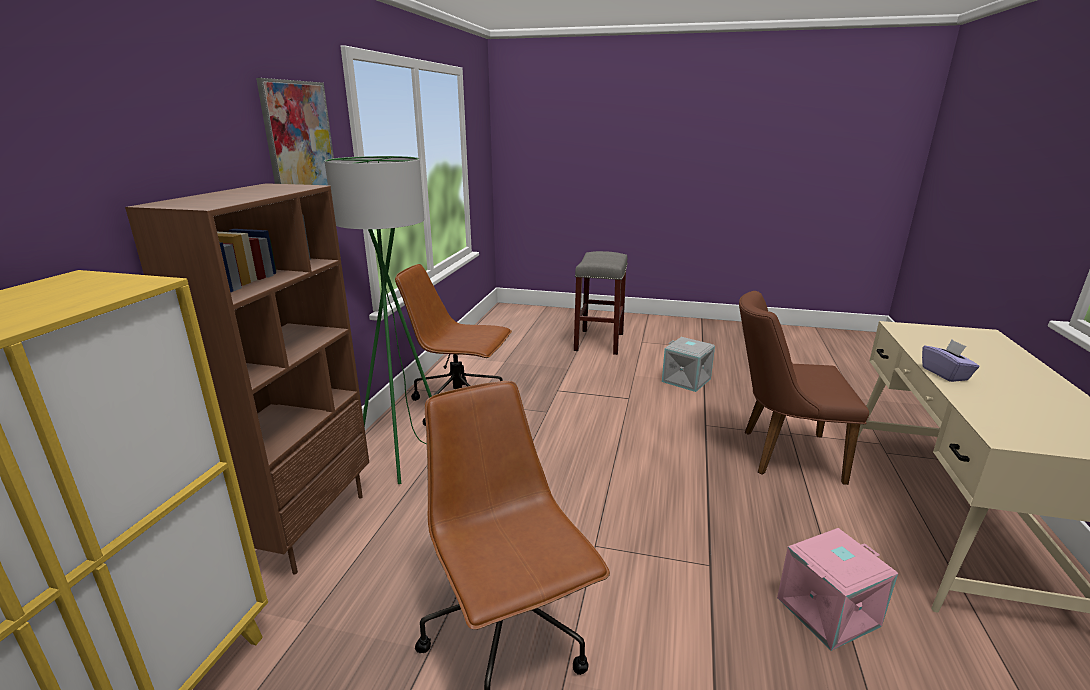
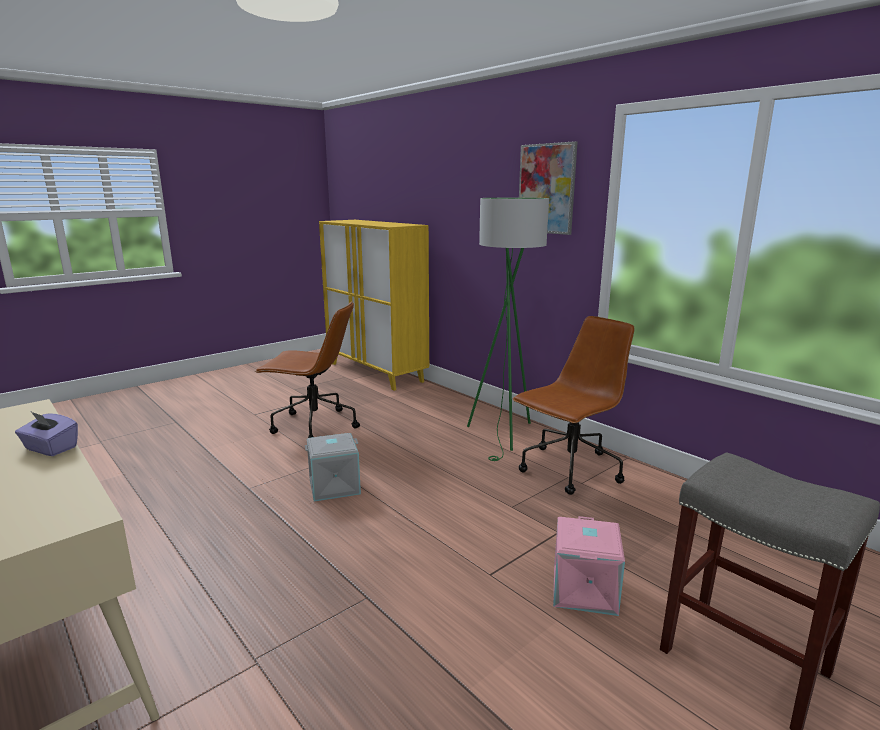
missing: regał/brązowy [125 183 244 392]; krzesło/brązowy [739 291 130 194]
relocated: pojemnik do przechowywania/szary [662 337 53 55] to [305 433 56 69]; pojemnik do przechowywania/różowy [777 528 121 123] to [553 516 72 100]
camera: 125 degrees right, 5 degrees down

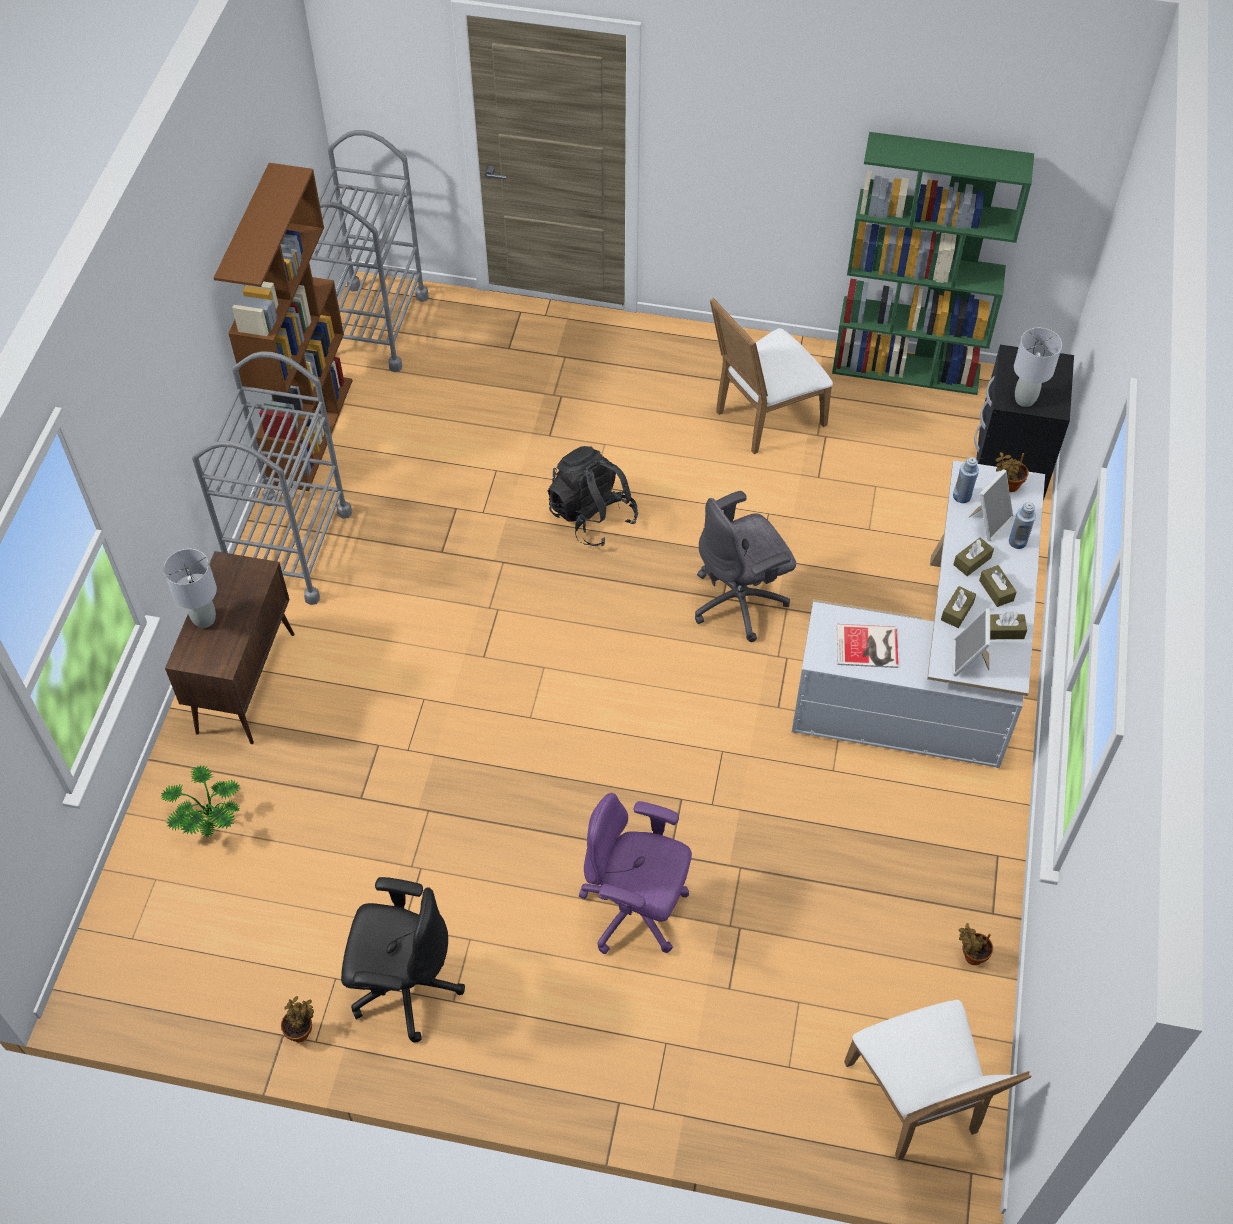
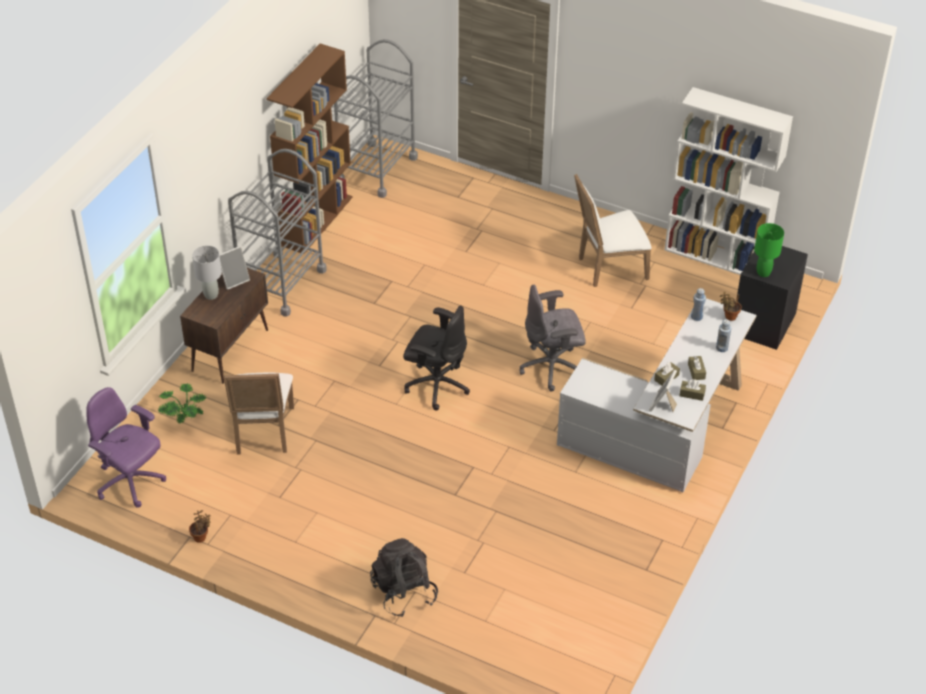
missing: książka [837 624 61 44]; pudełko chusteczek/brązowy [953 538 41 38]; roślina doniczkowa [959 923 34 42]
relocated: krzesło biurowe/czarny [341 877 124 165] to [403 305 67 106]; plecak/czarny [548 446 90 100] to [370 538 68 79]; krzesło biurowe/fioletowy [579 793 113 161] to [86 387 80 121]; krzesło/biały [844 1000 188 160] to [224 373 70 82]; ramka na zdjęcie [968 469 45 72] to [219 246 31 44]
colour: regał/zielony [832 132 202 263] to regał/biały [665 87 128 188]; lampa stołowa/szary [1014 328 48 79] to lampa stołowa/zielony [754 223 30 54]
camera: 15 degrees right, 10 degrees down

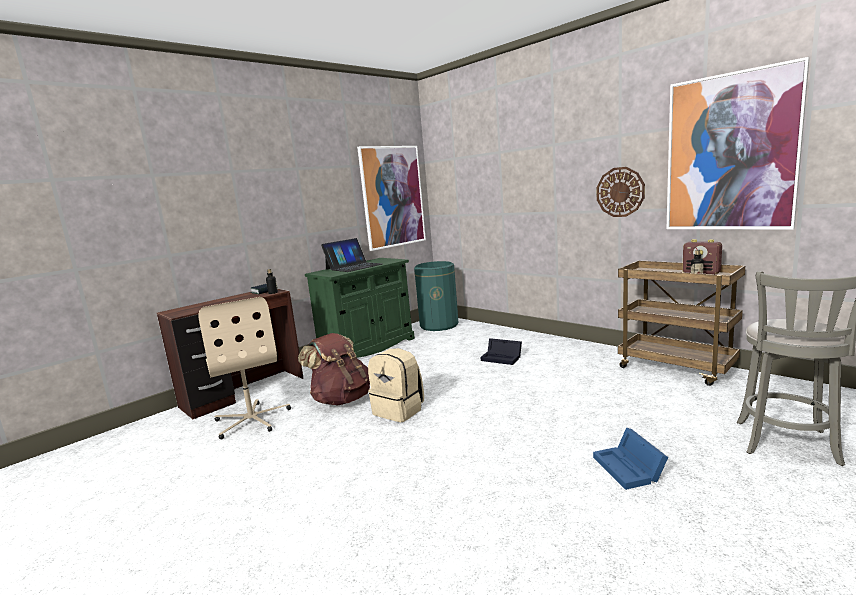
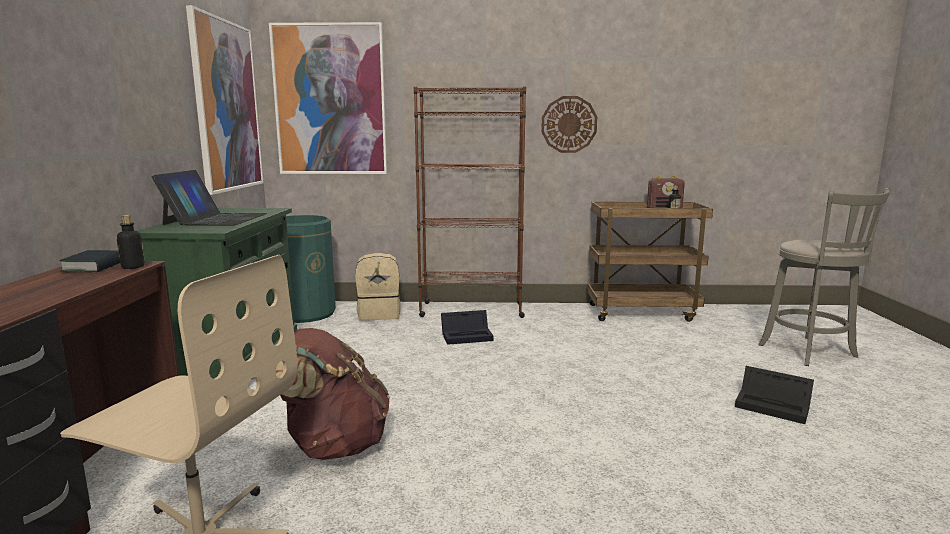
appeared: regał/brązowy [414 87 112 231]
relocated: plecak/beżowy [368 348 56 74] to [356 253 45 68]; obraz [667 57 143 172] to [269 22 118 152]
colour: pojemnik do przechowywania/niebieski [593 428 75 62] to pojemnik do przechowywania/czarny [735 366 79 58]
camera: 45 degrees left, 0 degrees up

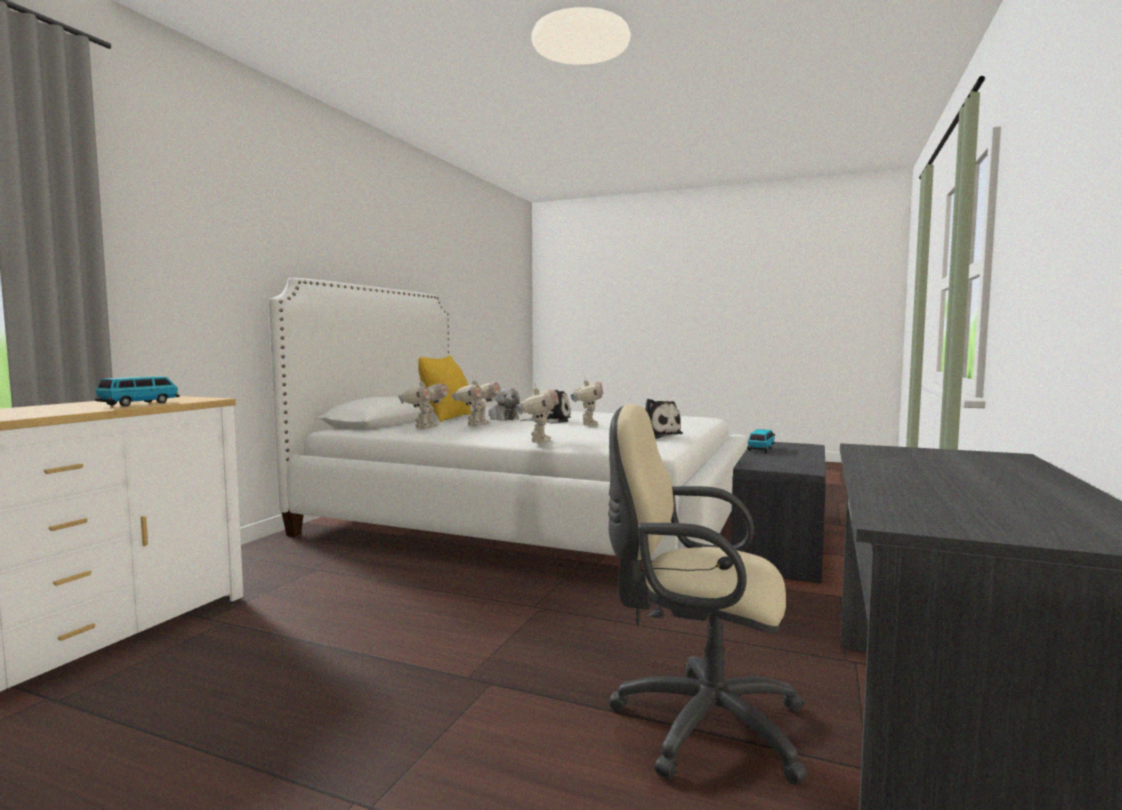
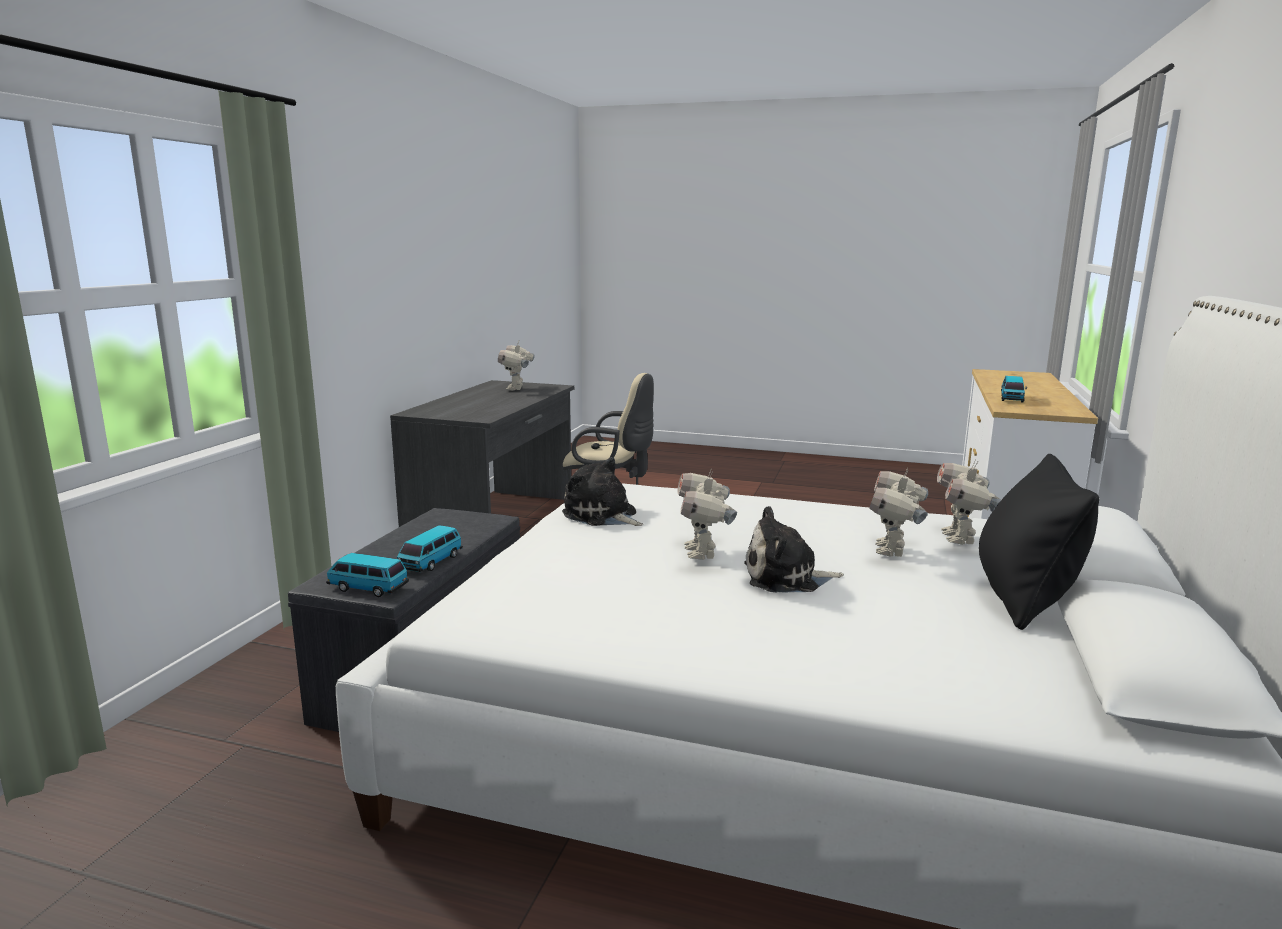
missing: pluszak [489 388 31 33]
appeared: samochodzik [326 553 83 44]
relocated: robot zabawkowy [515 382 44 61] to [498 341 37 49]
colour: poduszka/żółty [418 356 53 66] to poduszka/czarny [979 454 120 176]
camera: 175 degrees right, 10 degrees up

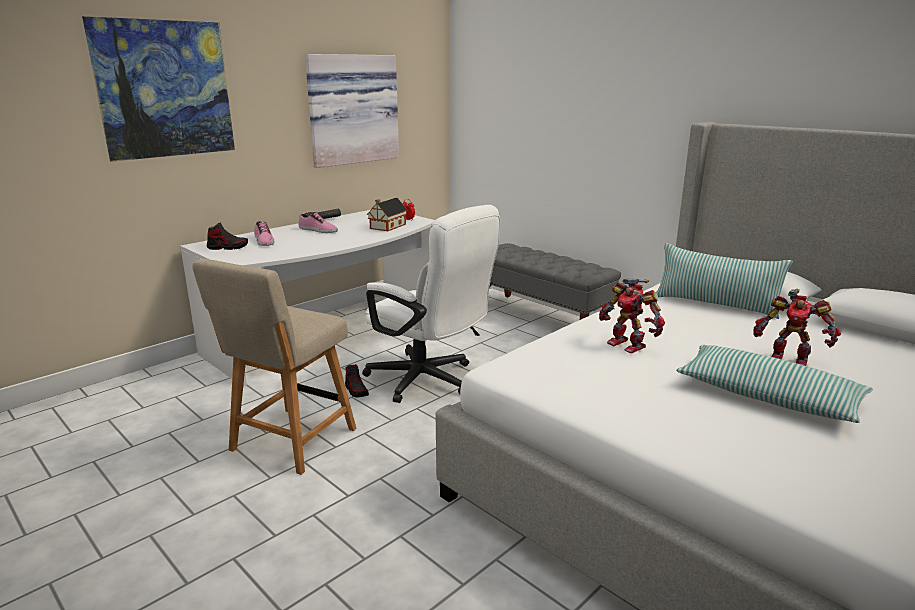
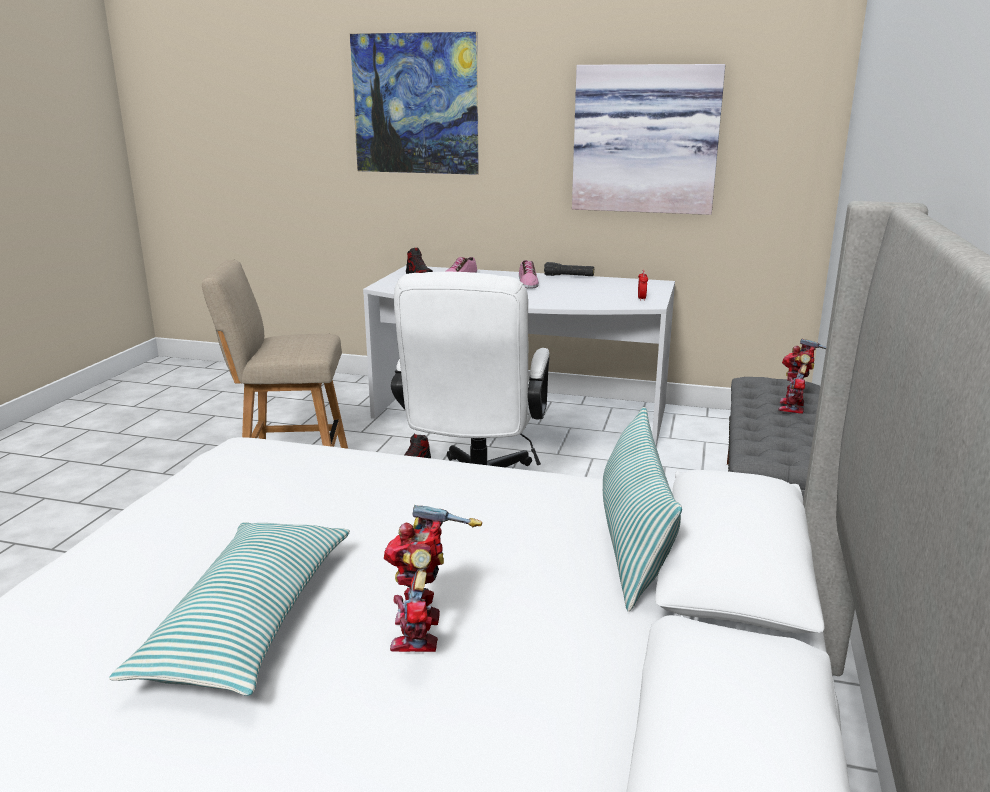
missing: domek [367 198 41 33]
relocated: robot zabawkowy [599 278 66 75] to [778 338 48 76]
camera: 60 degrees right, 0 degrees up

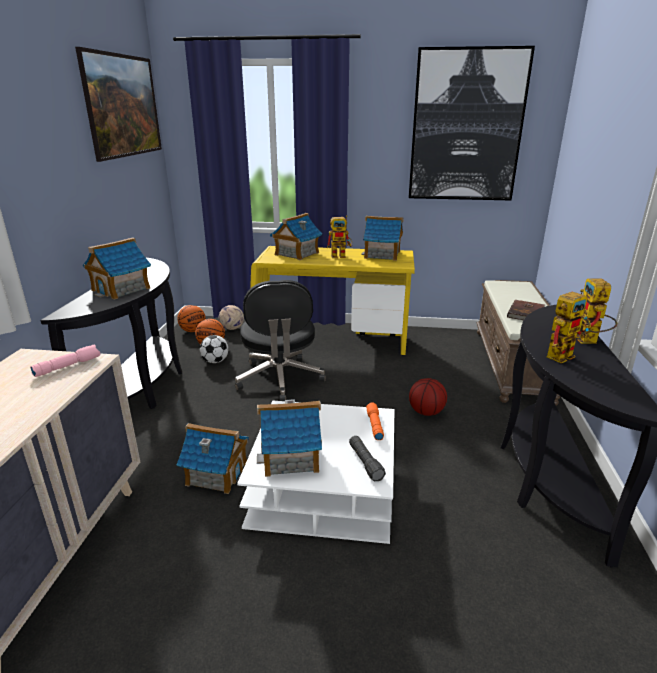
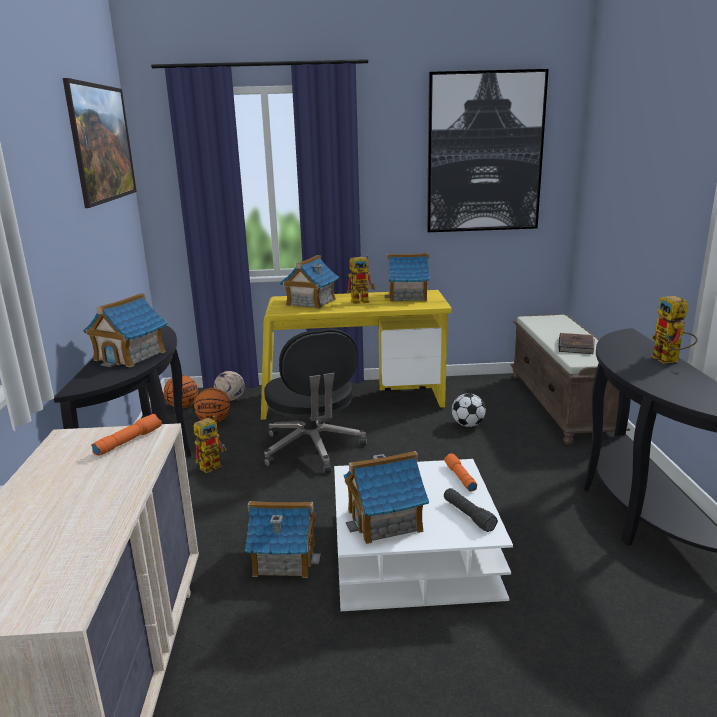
missing: piłka do koszykówki [409 378 38 38]
relocated: piłka futbolowa [200 335 29 28] to [452 393 34 34]; robot zabawkowy [547 289 42 74] to [194 415 33 58]
colour: latarka/różowy [30 345 70 32] to latarka/pomarańczowy [91 414 71 42]
camera: 10 degrees left, 5 degrees down

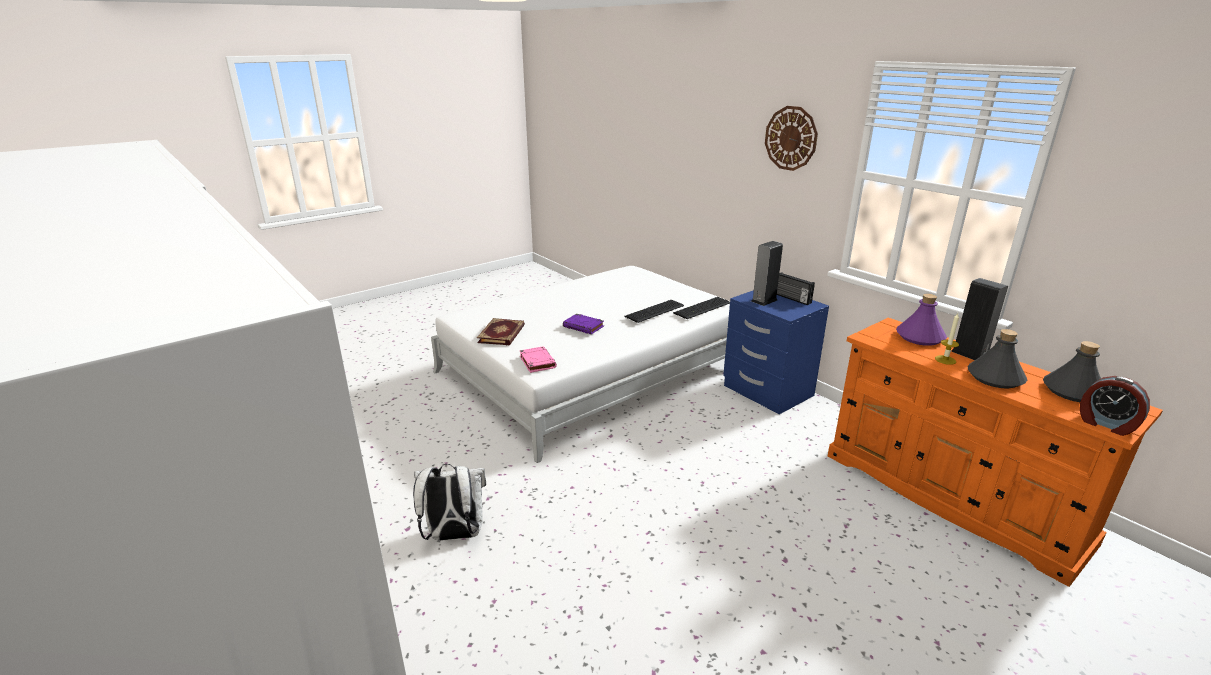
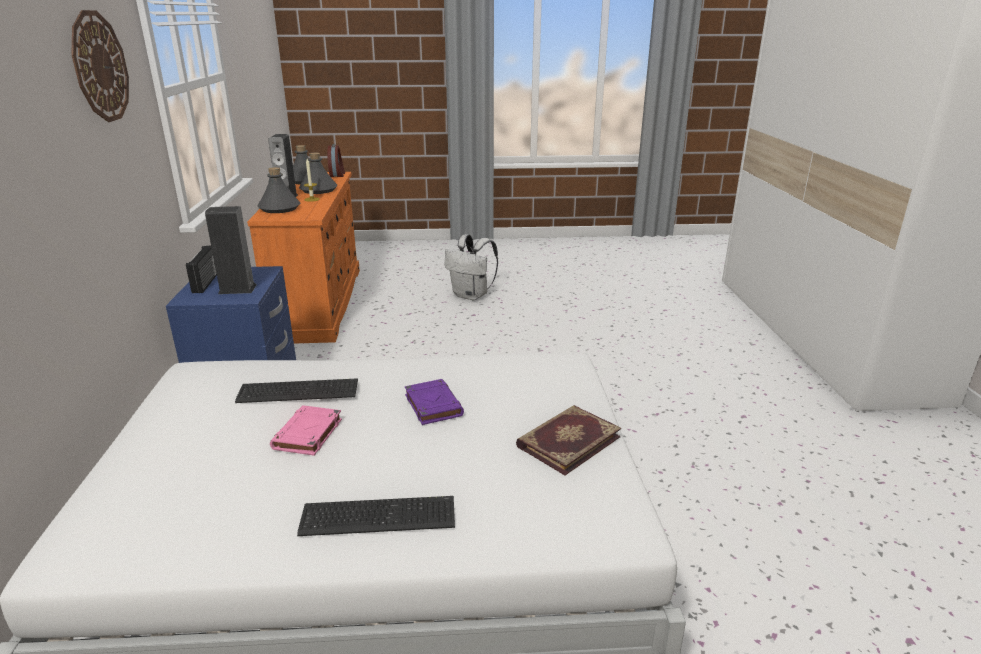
relocated: plecak/biały [413 464 73 77] to [445 234 53 66]; książka/różowy [520 346 37 27] to [270 405 72 51]; klawiatura [673 297 57 22] to [297 496 158 40]
colour: butelka/fioletowy [896 294 51 52] to butelka/szary [257 167 43 46]
camera: 145 degrees left, 0 degrees up

